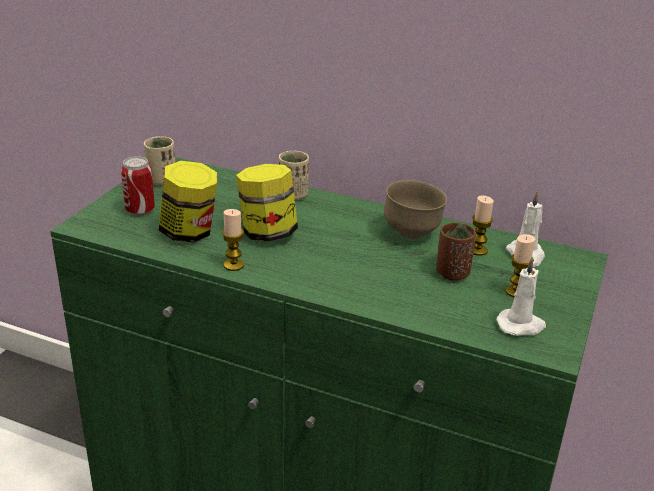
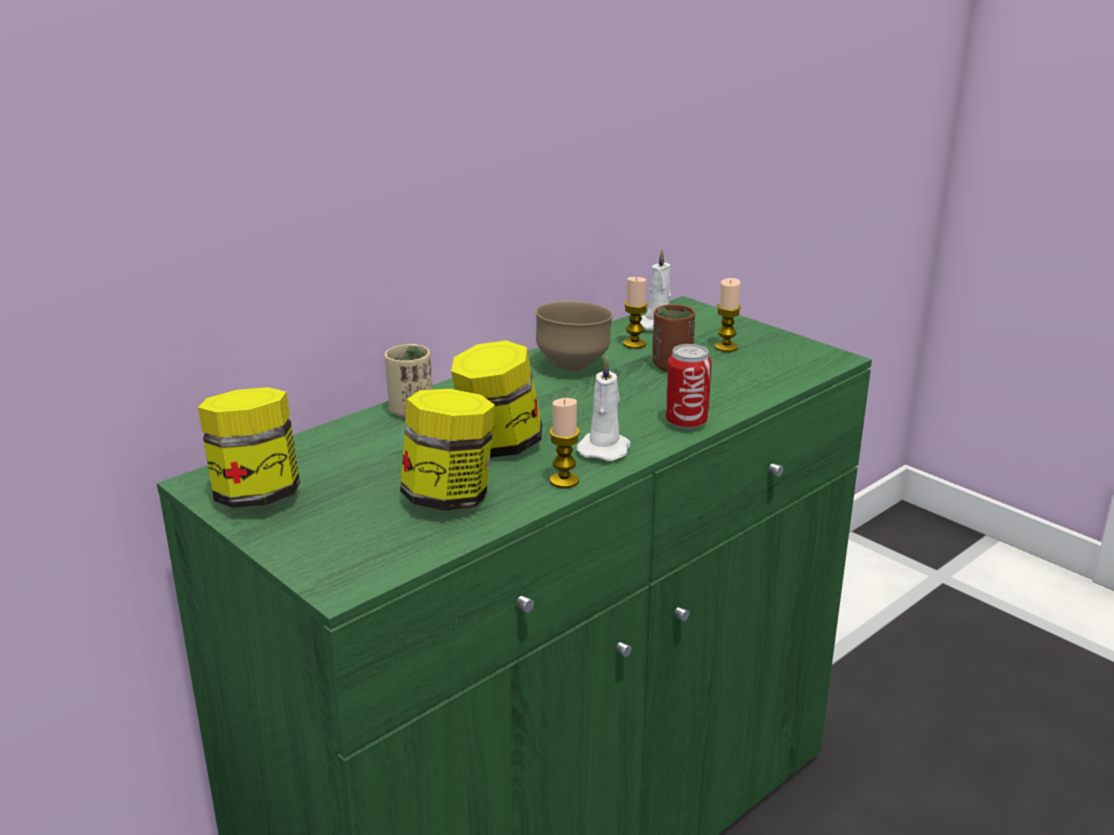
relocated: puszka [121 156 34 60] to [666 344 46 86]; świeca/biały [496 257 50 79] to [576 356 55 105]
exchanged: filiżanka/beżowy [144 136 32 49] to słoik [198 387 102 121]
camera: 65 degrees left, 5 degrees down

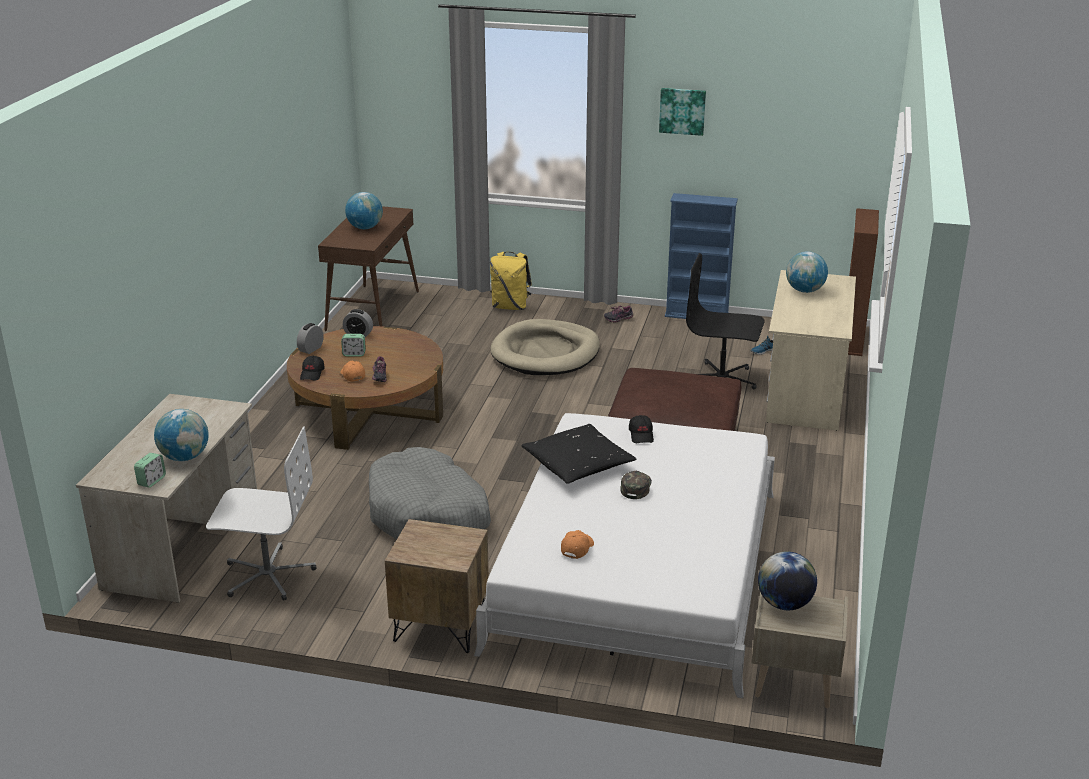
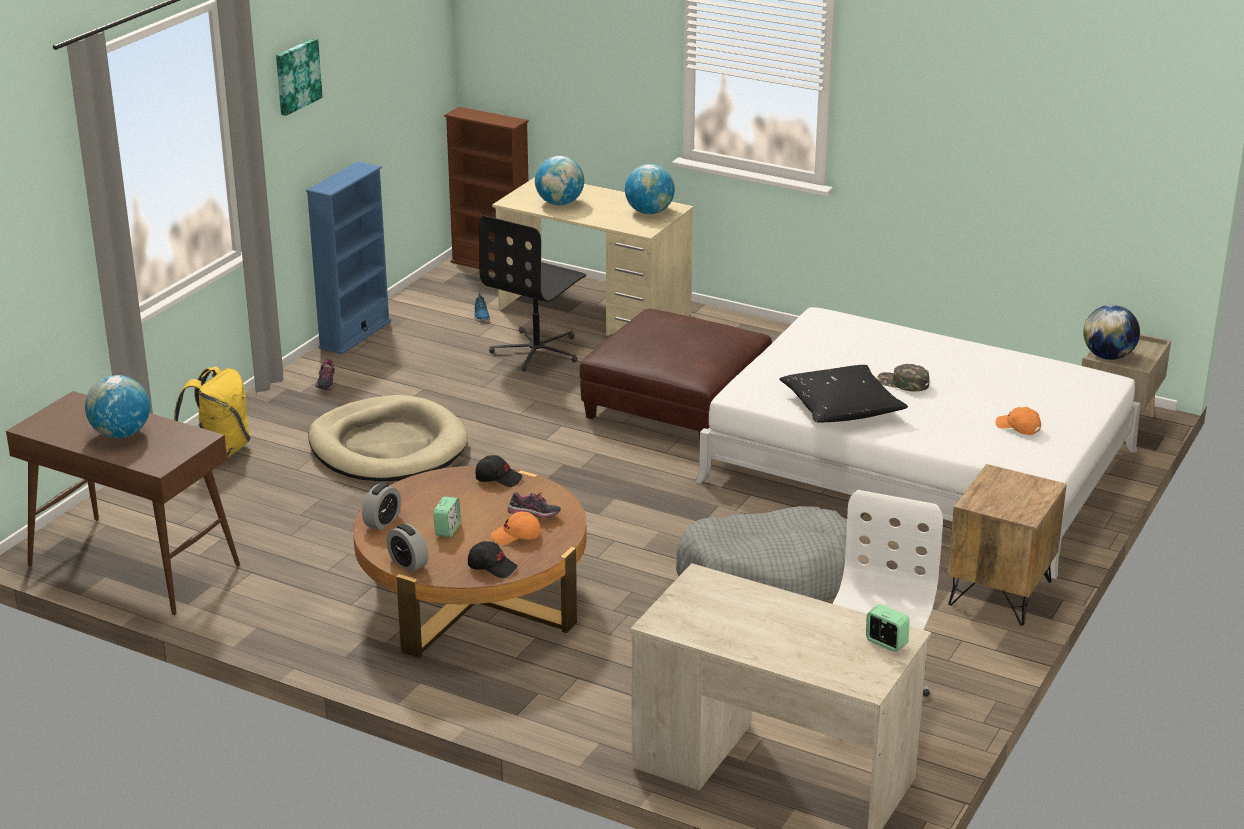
relocated: globus [154 409 55 52] to [625 164 50 50]; czapka z daszkiem/czarny [629 415 25 28] to [475 455 47 32]
camera: 75 degrees left, 0 degrees up

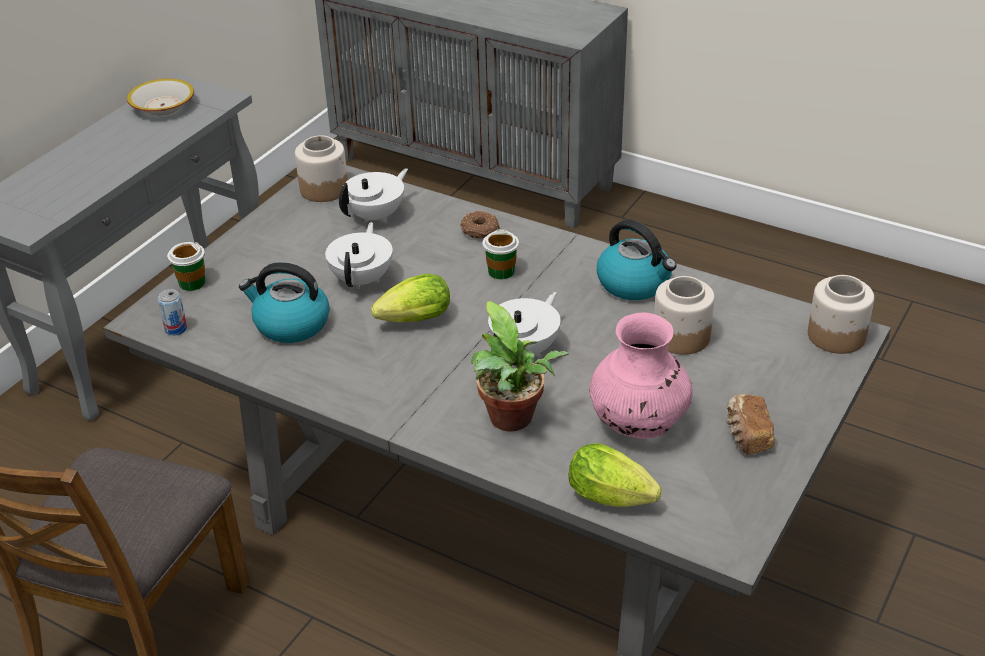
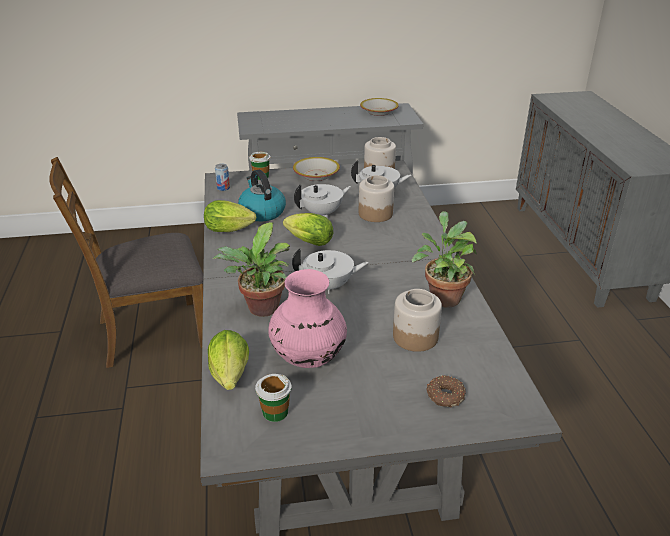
missing: chleb [726 394 49 61]
appeared: sałata [204 200 52 32]; miska [293 157 47 24]
relocated: donut [460 211 40 28] to [426 375 40 32]; filiżanka [482 229 37 50] to [255 374 37 48]; słoik [808 275 66 79] to [359 175 35 47]
exchanged: czajnik [597 220 80 80] to roślina doniczkowa [412 211 65 97]
camera: 50 degrees right, 5 degrees down

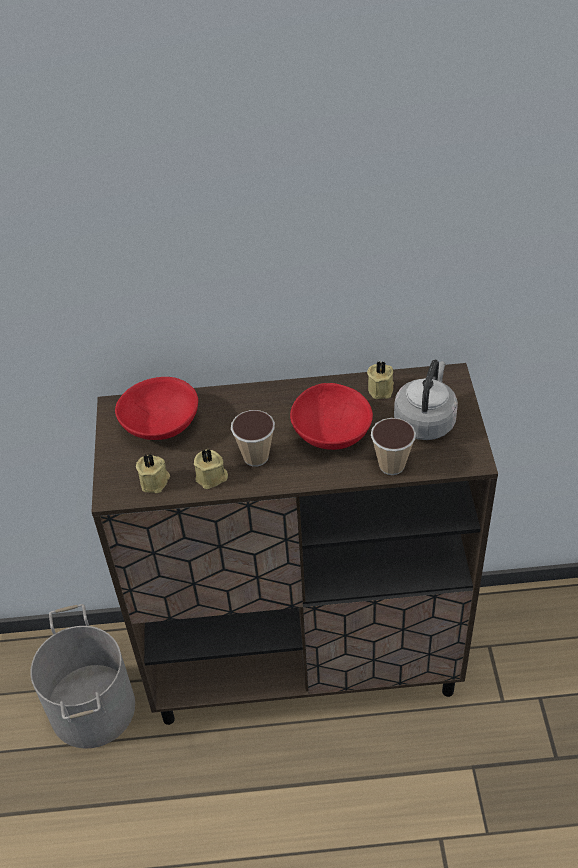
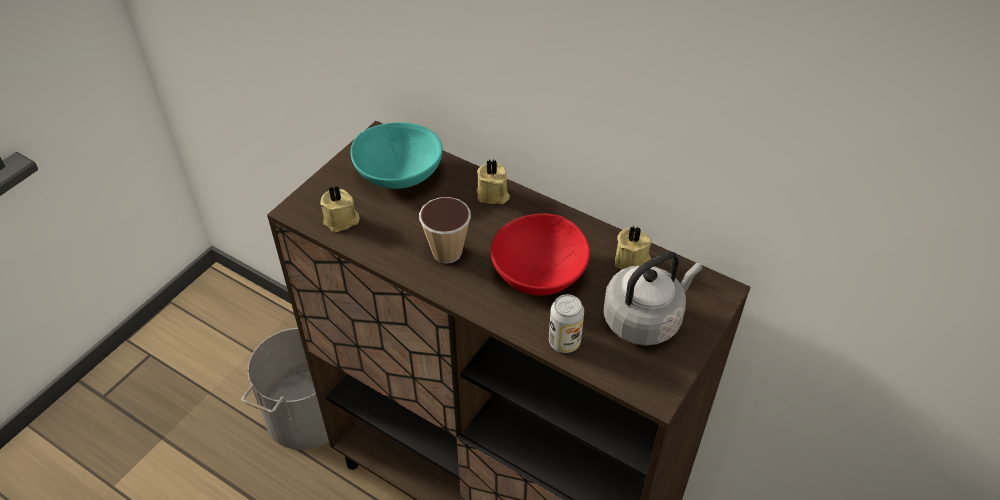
relocated: świeca/beżowy [194 449 34 40] to [477 160 33 44]
exchanged: filiżanka [371 418 45 57] to puszka [549 294 35 59]
colour: miska/czerwony [115 377 83 63] to miska/turkusowy [351 122 92 67]
camera: 35 degrees right, 0 degrees up

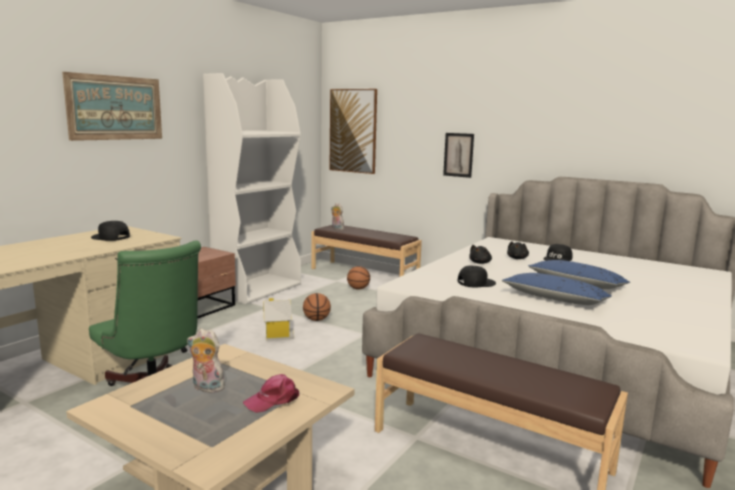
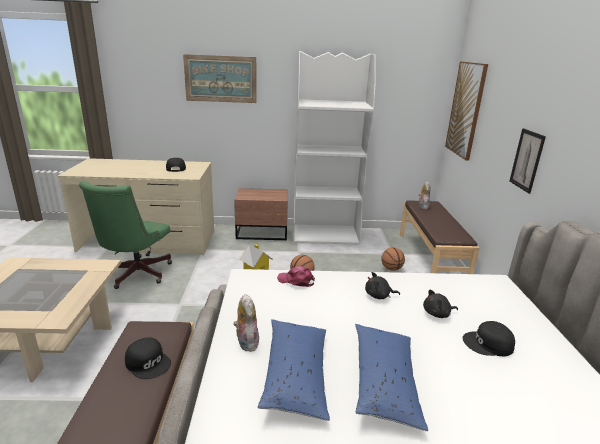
relocated: pluszak [187 329 40 64] to [233 294 26 58]; czapka z daszkiem/różowy [243 374 56 39] to [277 266 38 21]; czapka z daszkiem/czarny [457 266 39 22] to [125 337 46 42]
camera: 55 degrees right, 10 degrees up

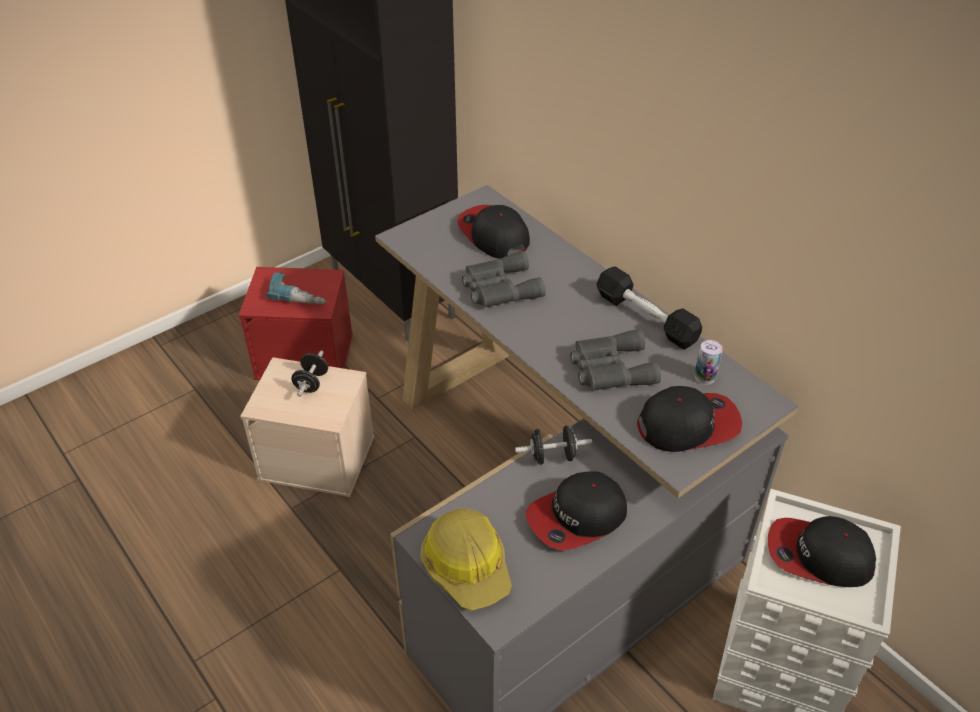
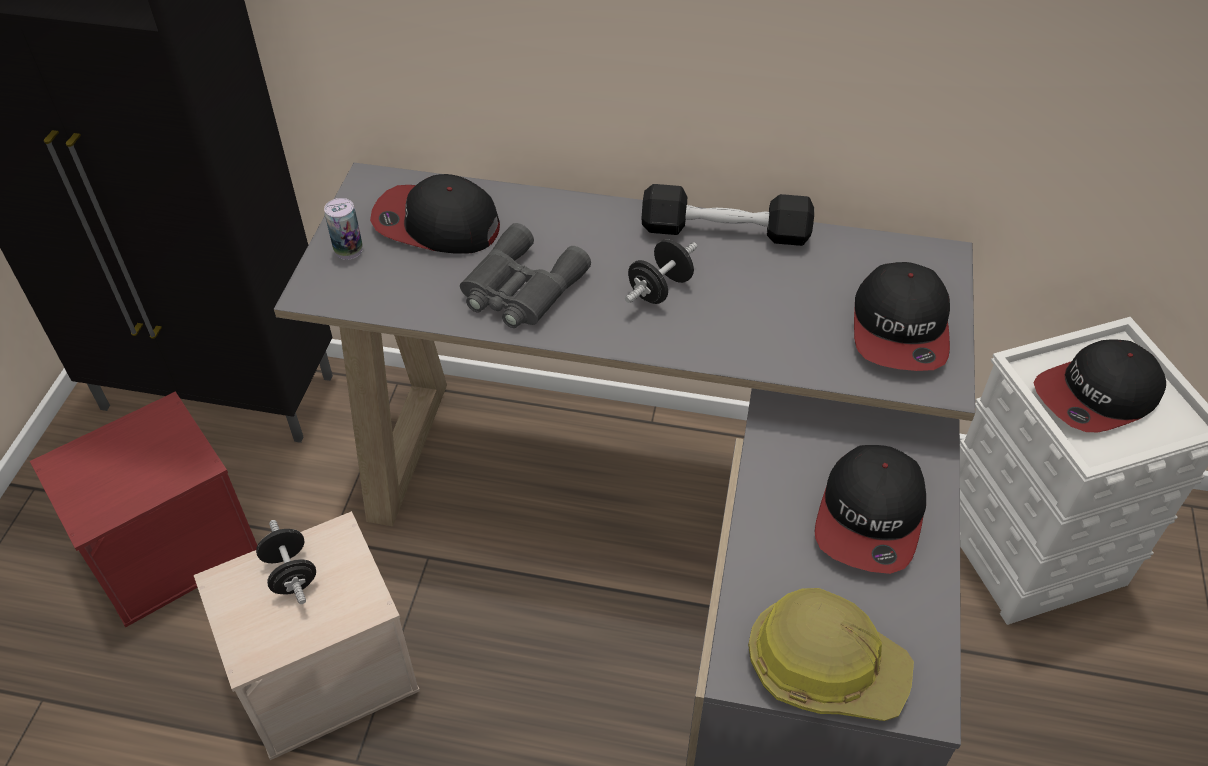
missing: wiertarka [266 270 61 34]; lornetka/szary [570 329 91 62]
relocated: hantel/czarny [515 426 77 39] to [625 239 72 65]; puszka [695 340 28 45] to [324 198 39 62]
spun: czapka z daszkiem [637 386 105 66] = [854 262 96 109] 150 degrees clockwise
camera: 40 degrees left, 5 degrees up

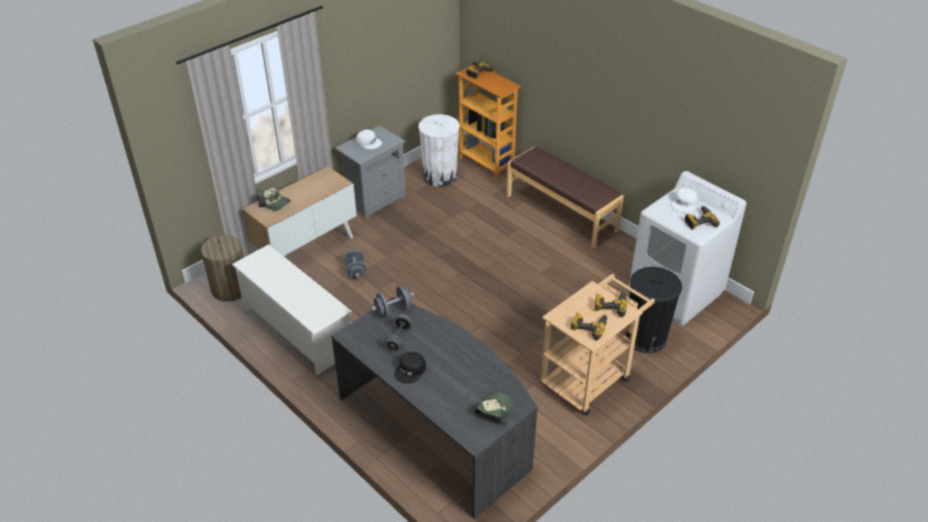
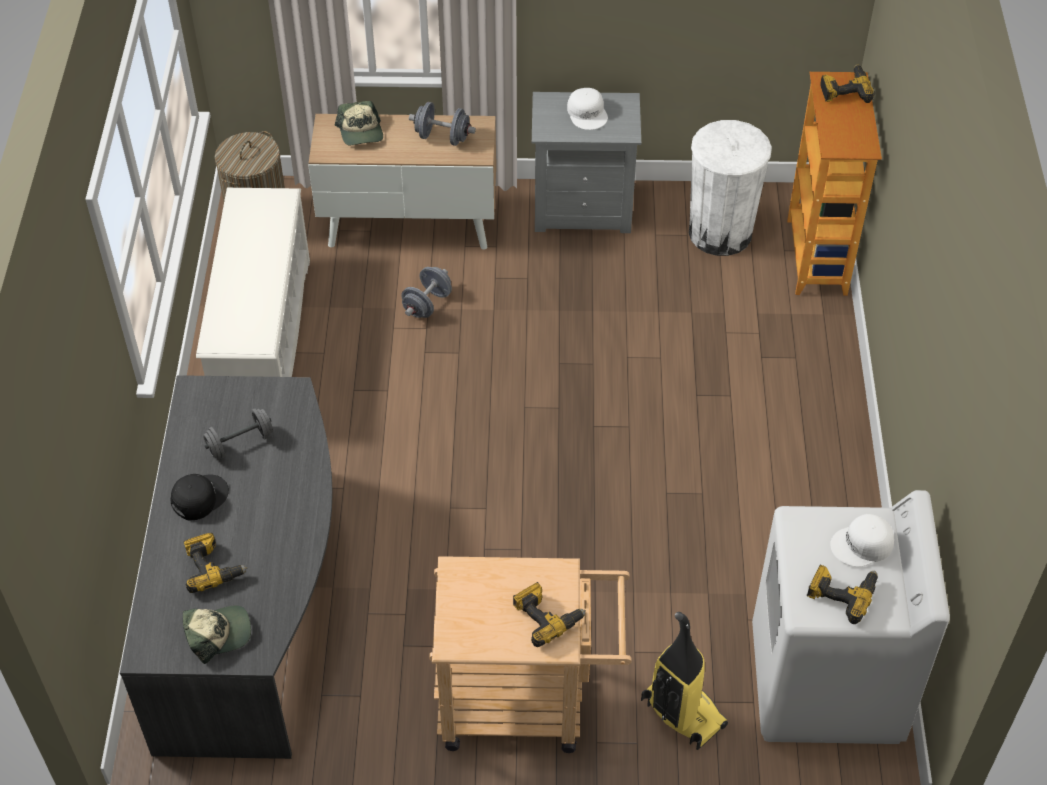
missing: ławka/brązowy [506 147 118 102]
relocated: hantel/szary [370 286 45 32] to [409 102 67 44]; wiertarka [571 313 36 28] to [184 532 63 61]
exchanged: kosz na śmieci/czarny [625 267 57 87] to odkurzacz [641 612 87 138]
spun: czapka z daszkiem/czarny [394 352 32 32] = [170 474 59 46] 150 degrees clockwise
camera: 45 degrees right, 10 degrees up

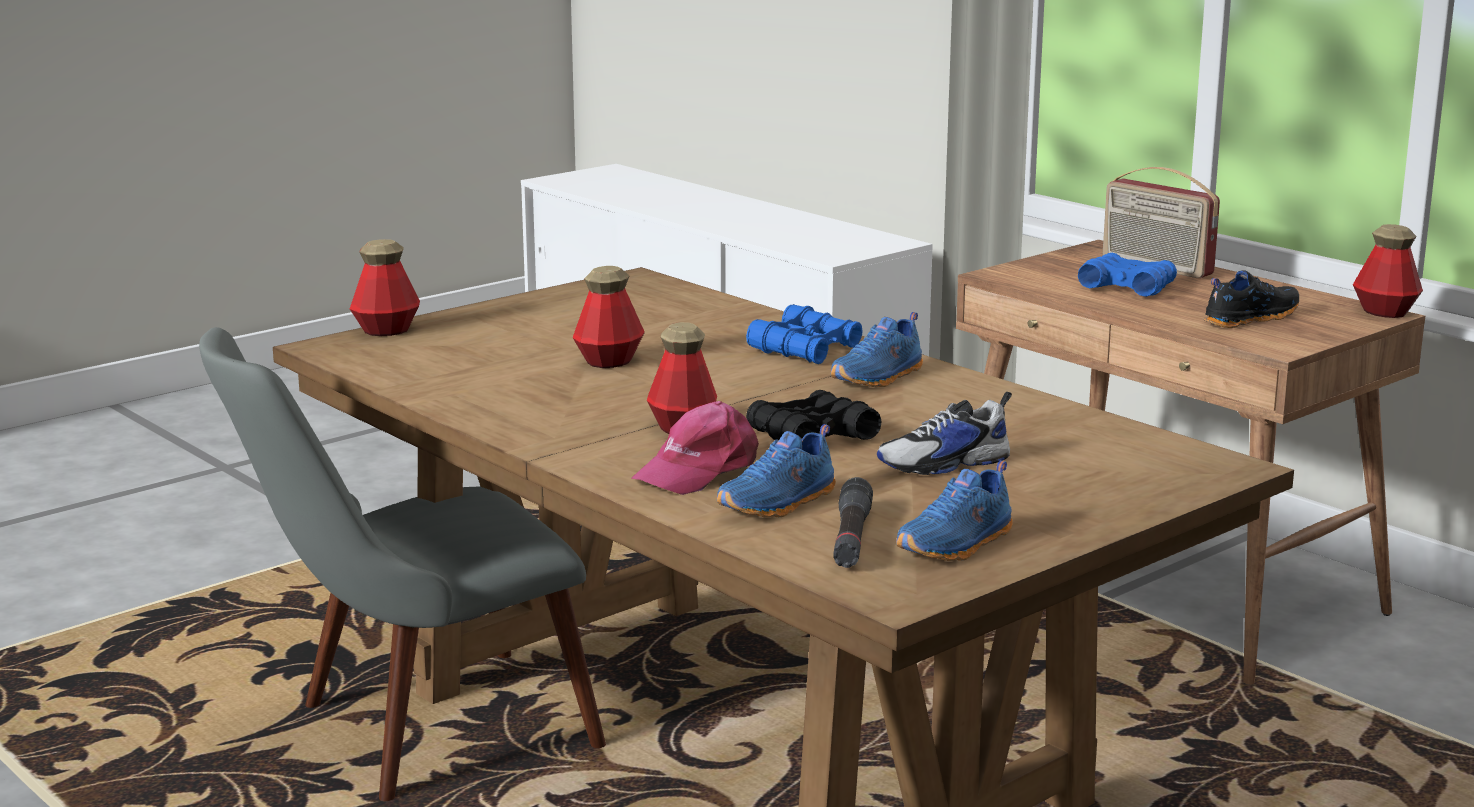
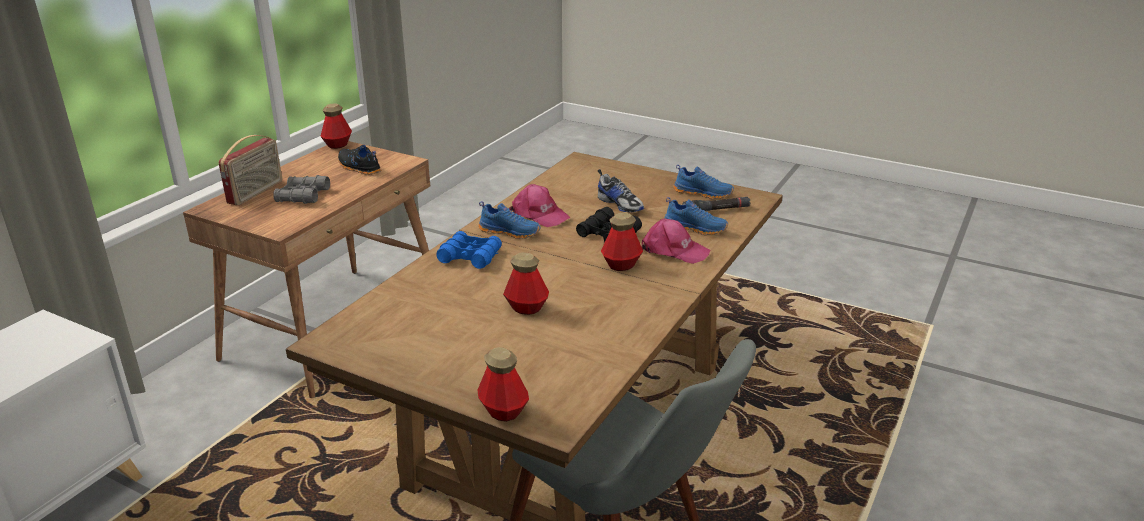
appeared: czapka z daszkiem/różowy [509 184 62 43]
colour: lornetka/niebieski [1078 253 99 44] to lornetka/szary [273 175 57 29]
camera: 110 degrees left, 10 degrees up

